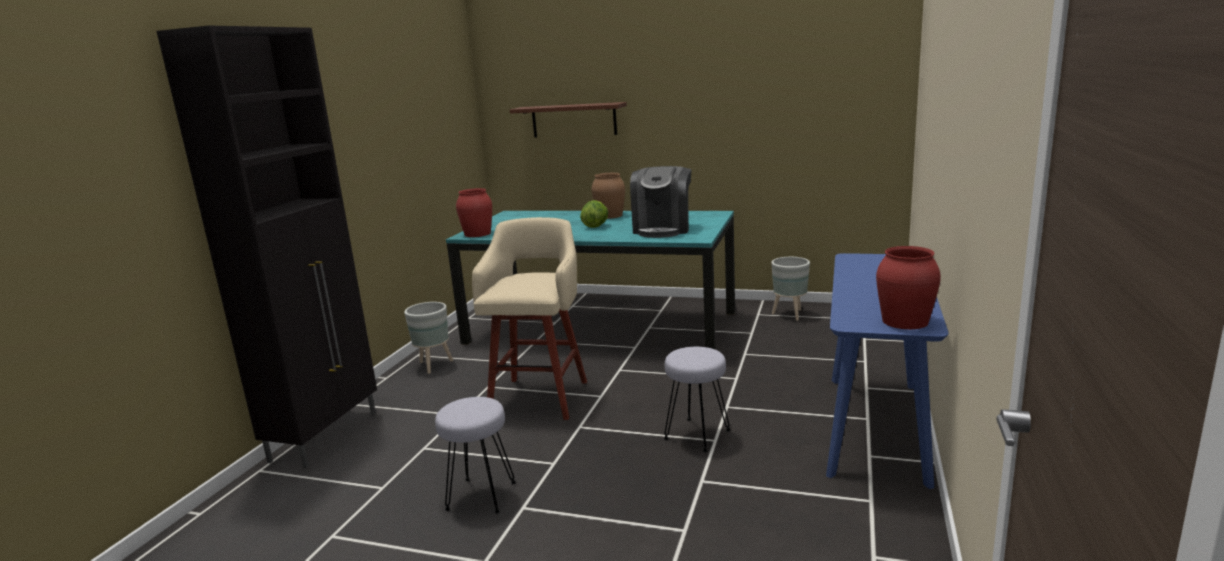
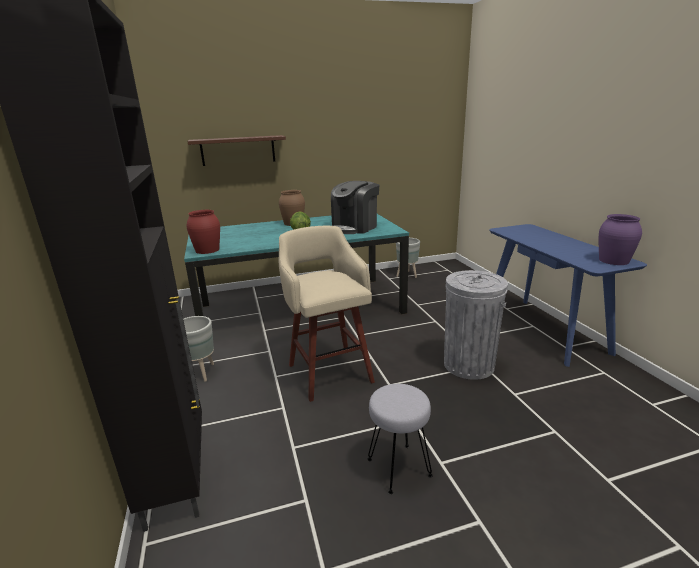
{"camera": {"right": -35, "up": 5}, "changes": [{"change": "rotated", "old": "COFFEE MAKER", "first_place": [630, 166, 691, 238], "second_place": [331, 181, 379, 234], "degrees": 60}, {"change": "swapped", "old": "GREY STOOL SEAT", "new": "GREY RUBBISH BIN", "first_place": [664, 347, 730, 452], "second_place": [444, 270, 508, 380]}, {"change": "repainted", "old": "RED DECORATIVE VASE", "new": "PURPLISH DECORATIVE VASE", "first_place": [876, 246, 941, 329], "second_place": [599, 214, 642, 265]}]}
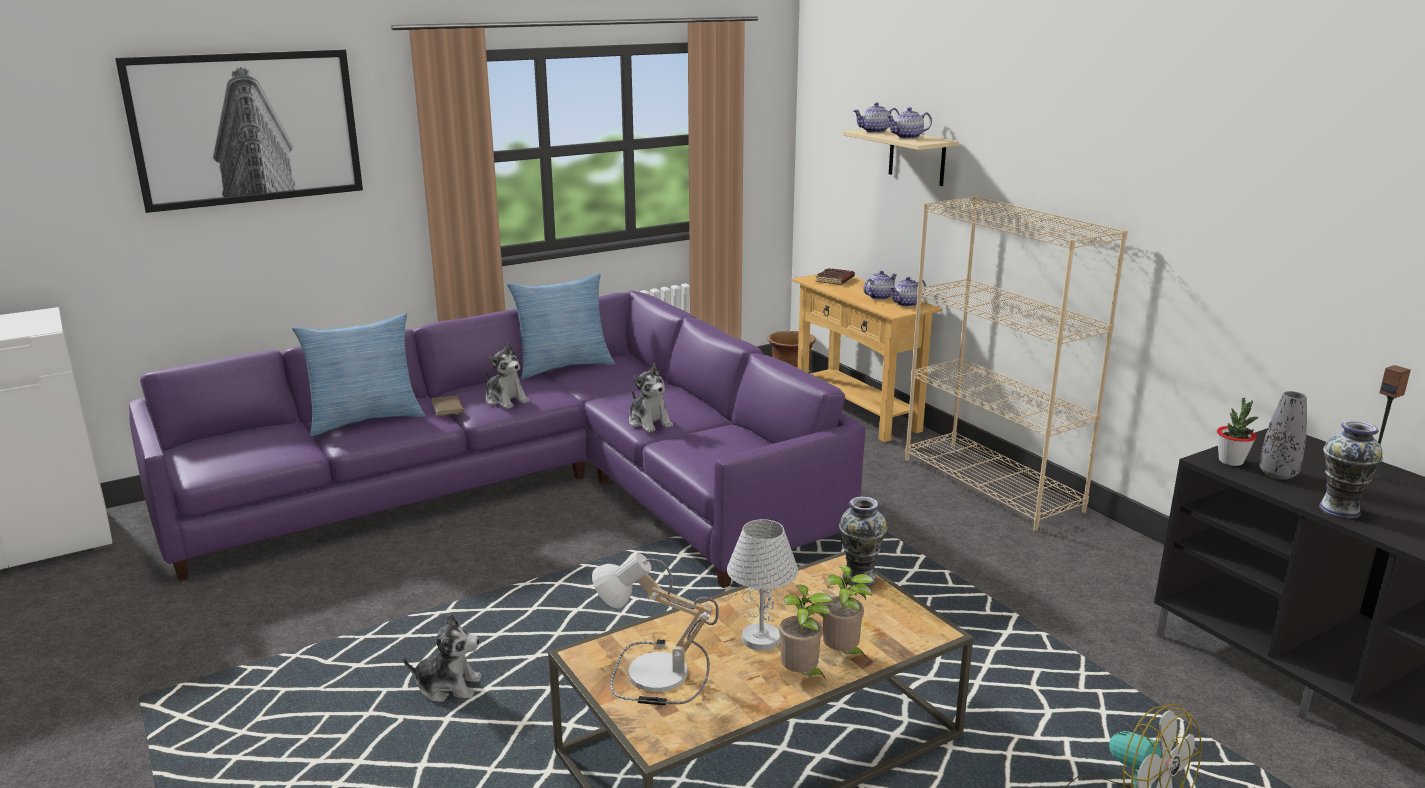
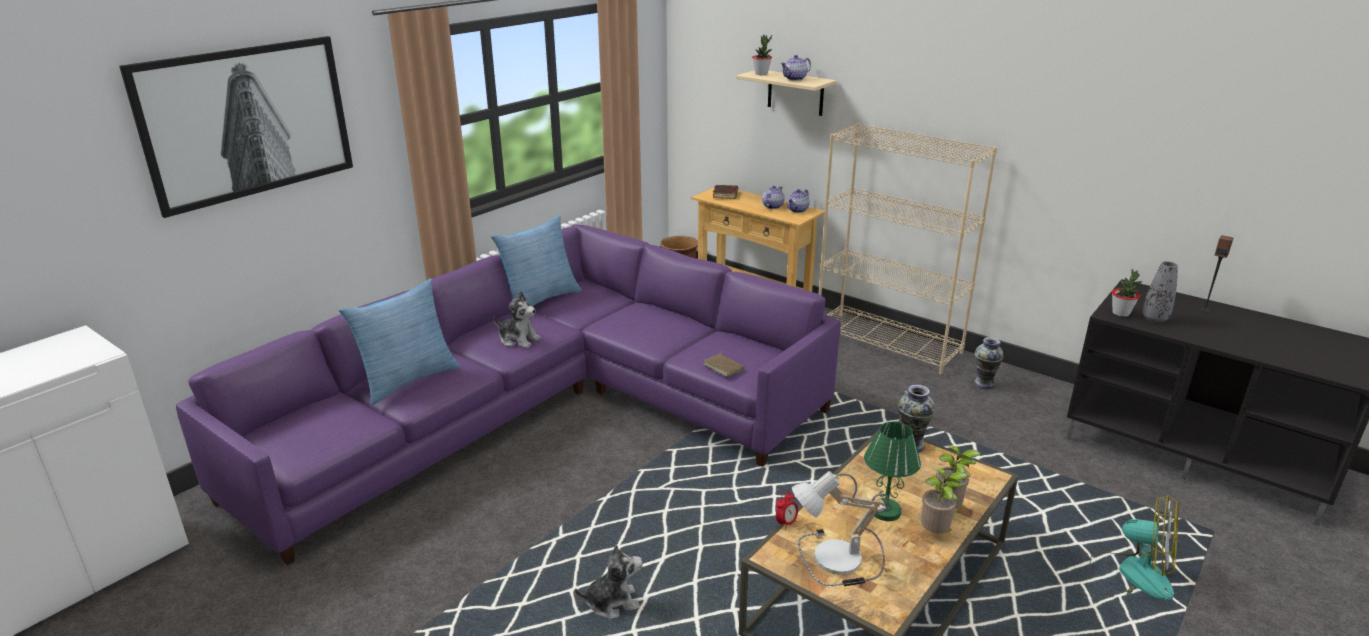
{"camera": {"right": -20, "up": 5}, "changes": [{"change": "shifted", "old": "BROWNISH BOOK", "first_place": [432, 394, 464, 416], "second_place": [704, 352, 744, 377]}, {"change": "swapped", "old": "POT FOR TEA", "new": "PLANT IN A POT", "first_place": [853, 103, 900, 133], "second_place": [752, 35, 772, 75]}, {"change": "new", "new": "ALARM CLOCK", "second_place": [776, 491, 798, 530]}, {"change": "repainted", "old": "WHITISH TABLE LAMP", "new": "GREEN TABLE LAMP", "first_place": [727, 519, 798, 651], "second_place": [864, 422, 921, 521]}, {"change": "shifted", "old": "DECORATIVE VASE", "first_place": [1319, 420, 1383, 519], "second_place": [974, 337, 1004, 390]}, {"change": "gone", "old": "SOFT TOY", "first_place": [629, 363, 673, 433]}]}
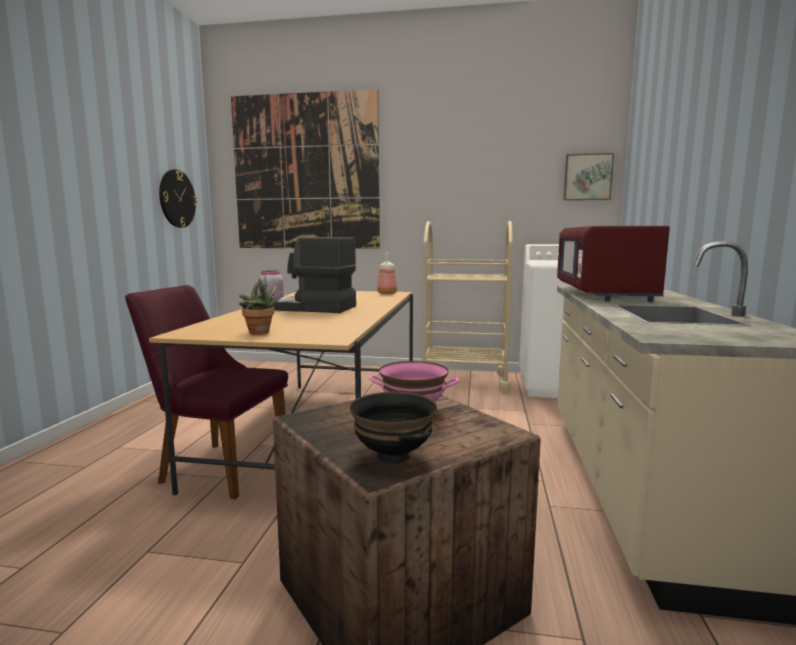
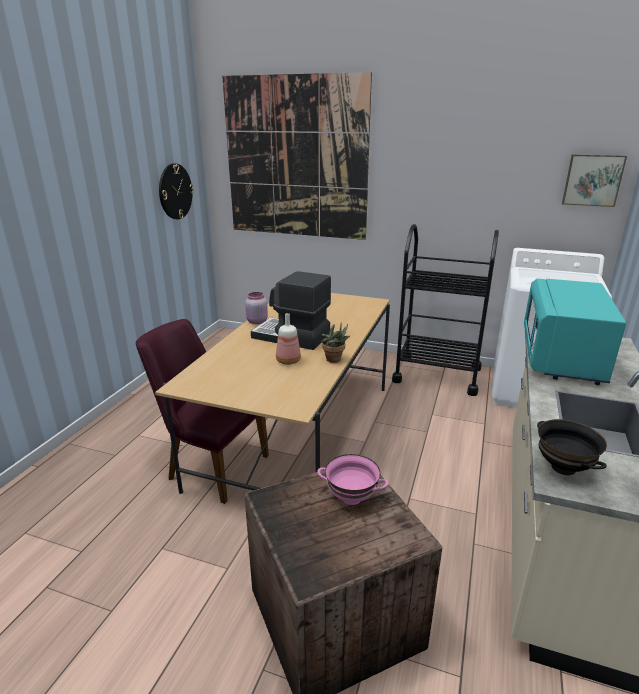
{"camera": {"right": 10, "up": 15}, "changes": [{"change": "shifted", "old": "DRINK BOTTLE", "first_place": [377, 252, 397, 294], "second_place": [276, 313, 301, 365]}, {"change": "shifted", "old": "PLANT IN A POT", "first_place": [239, 276, 281, 335], "second_place": [321, 324, 351, 363]}, {"change": "repainted", "old": "BEIGE-COLOURED CART", "new": "BLACK CART", "first_place": [422, 221, 513, 392], "second_place": [392, 224, 499, 396]}, {"change": "repainted", "old": "RED KITCHEN MICROWAVE", "new": "BLUE-GREEN KITCHEN MICROWAVE", "first_place": [557, 226, 670, 302], "second_place": [524, 278, 626, 385]}, {"change": "shifted", "old": "BLACK DEEP DISH", "first_place": [349, 392, 437, 464], "second_place": [537, 419, 607, 475]}]}
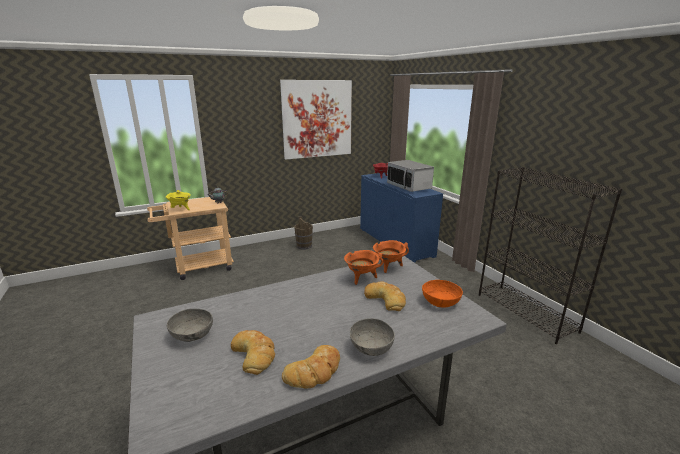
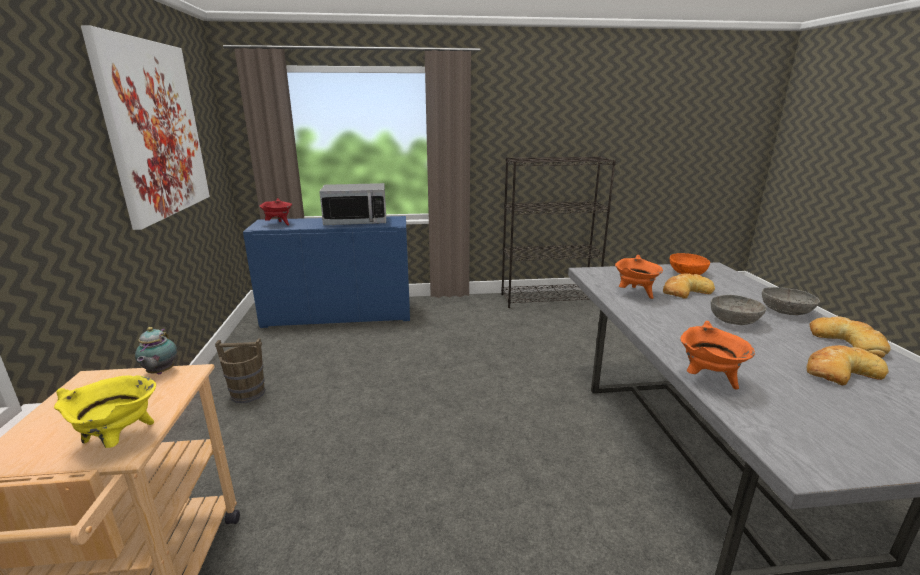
{"camera": {"right": -70, "up": 0}, "changes": [{"change": "shifted", "old": "ORANGEY STOCKPOT", "first_place": [373, 240, 409, 273], "second_place": [680, 321, 755, 389]}, {"change": "shifted", "old": "GREY DEEP DISH", "first_place": [167, 309, 213, 342], "second_place": [711, 295, 767, 325]}]}
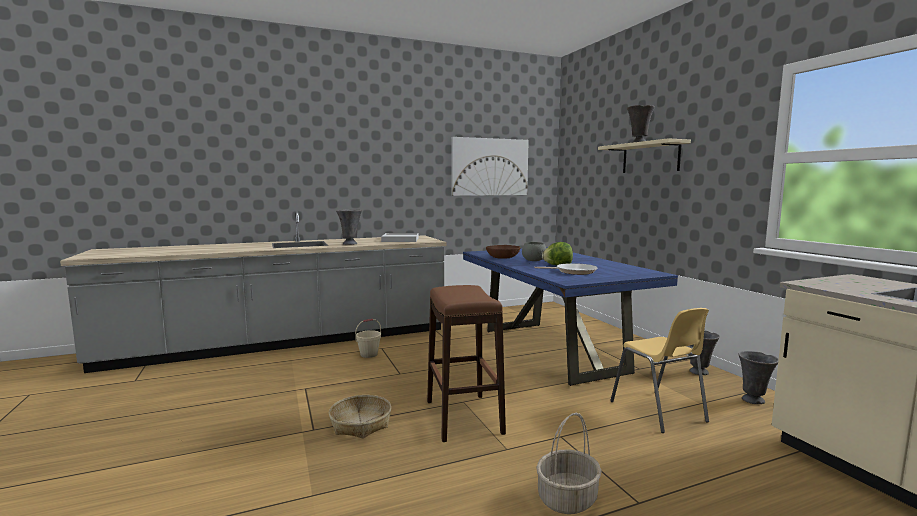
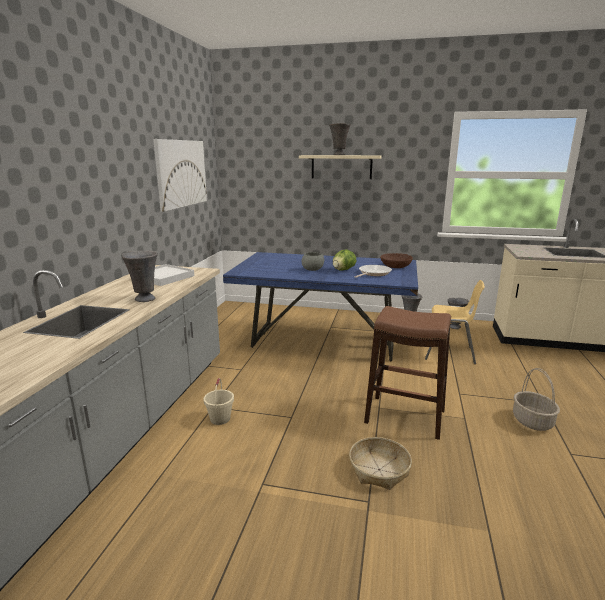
{"camera": {"right": -55, "up": 10}, "changes": [{"change": "shifted", "old": "BROWNISH DEEP DISH", "first_place": [486, 245, 520, 259], "second_place": [380, 253, 413, 268]}]}
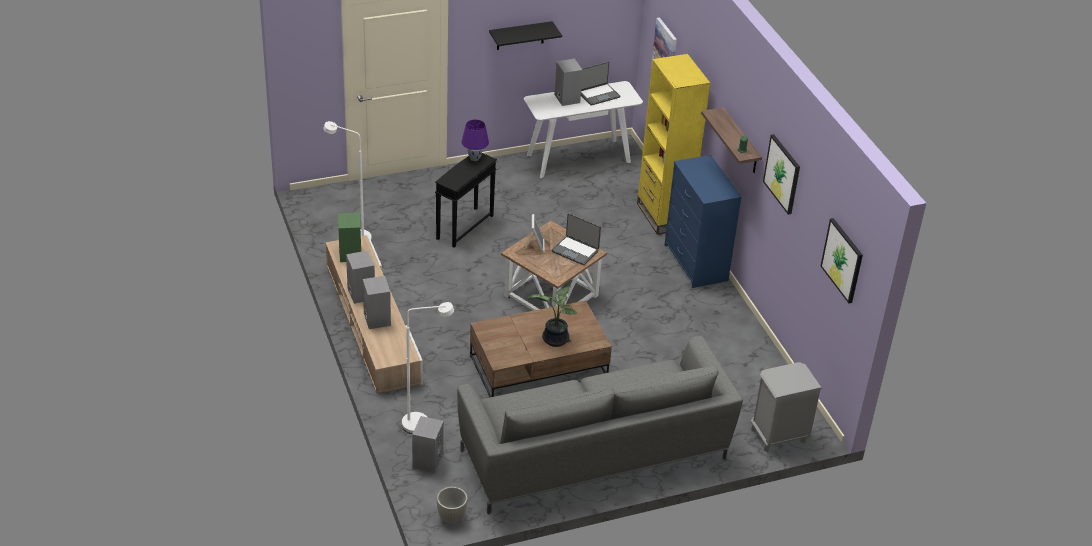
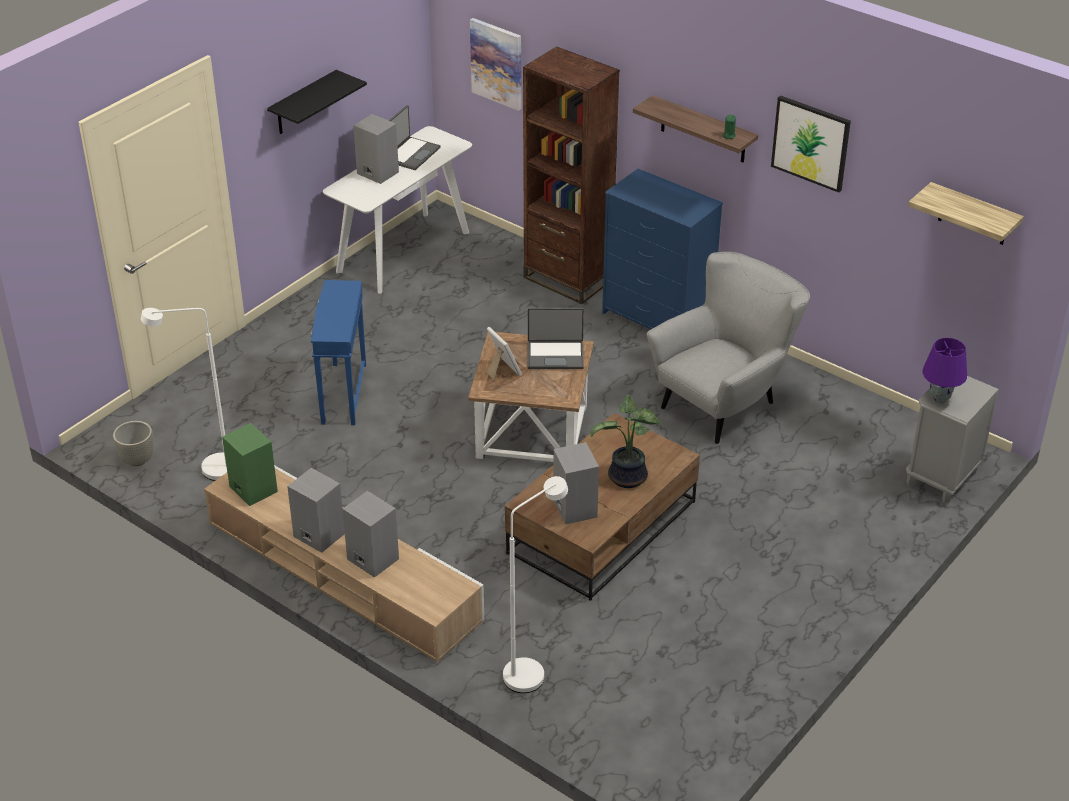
{"camera": {"right": -30, "up": 0}, "changes": [{"change": "shifted", "old": "GREY PLANTER", "first_place": [437, 487, 468, 523], "second_place": [113, 421, 154, 466]}, {"change": "repainted", "old": "BLACK ACCENT TABLE", "new": "BLUE ACCENT TABLE", "first_place": [435, 153, 497, 248], "second_place": [311, 280, 366, 425]}, {"change": "repainted", "old": "YELLOW BOOKSHELF", "new": "BROWNISH BOOKSHELF", "first_place": [637, 54, 710, 235], "second_place": [523, 46, 620, 304]}, {"change": "shifted", "old": "GREY AUDIO SPEAKER", "first_place": [412, 416, 444, 473], "second_place": [553, 442, 599, 525]}, {"change": "new", "new": "GREY LOUNGE CHAIR", "second_place": [647, 252, 810, 444]}, {"change": "swapped", "old": "PICTURE", "new": "SHELF", "first_place": [821, 218, 863, 303], "second_place": [908, 182, 1024, 245]}, {"change": "shifted", "old": "PURPLISH TABLE LAMP", "first_place": [462, 119, 489, 161], "second_place": [922, 338, 967, 403]}, {"change": "gone", "old": "GREY COUCH", "first_place": [457, 335, 743, 514]}]}
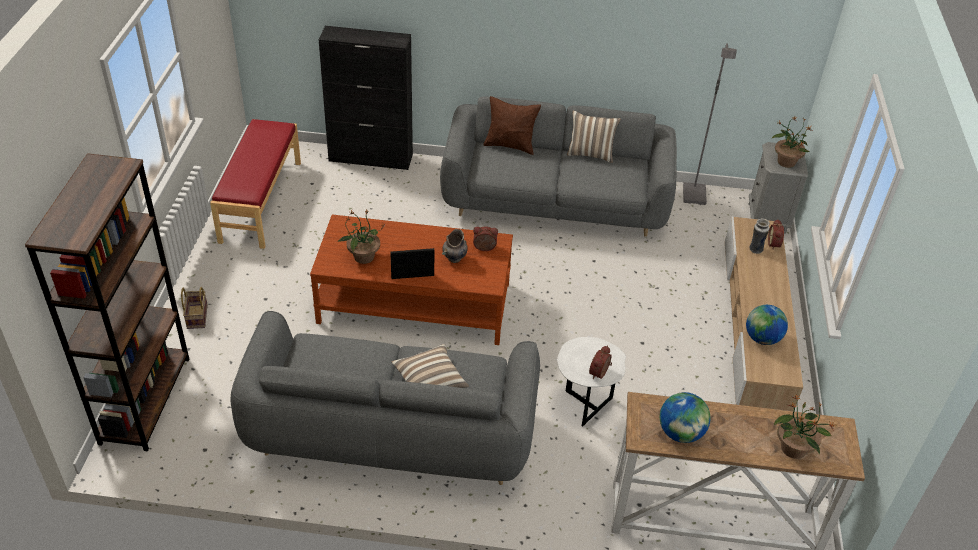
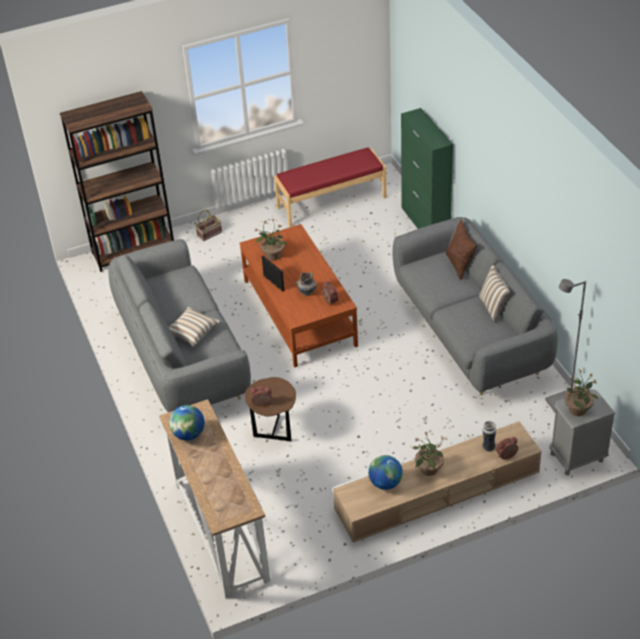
{"camera": {"right": 65, "up": 0}, "changes": [{"change": "repainted", "old": "WHITISH ACCENT TABLE", "new": "BROWNISH ACCENT TABLE", "first_place": [557, 337, 626, 427], "second_place": [245, 377, 296, 442]}, {"change": "repainted", "old": "BLACK CUPBOARD", "new": "GREEN CUPBOARD", "first_place": [319, 26, 413, 170], "second_place": [401, 108, 453, 229]}, {"change": "shifted", "old": "PLANT IN A POT", "first_place": [774, 394, 835, 459], "second_place": [413, 431, 445, 476]}]}
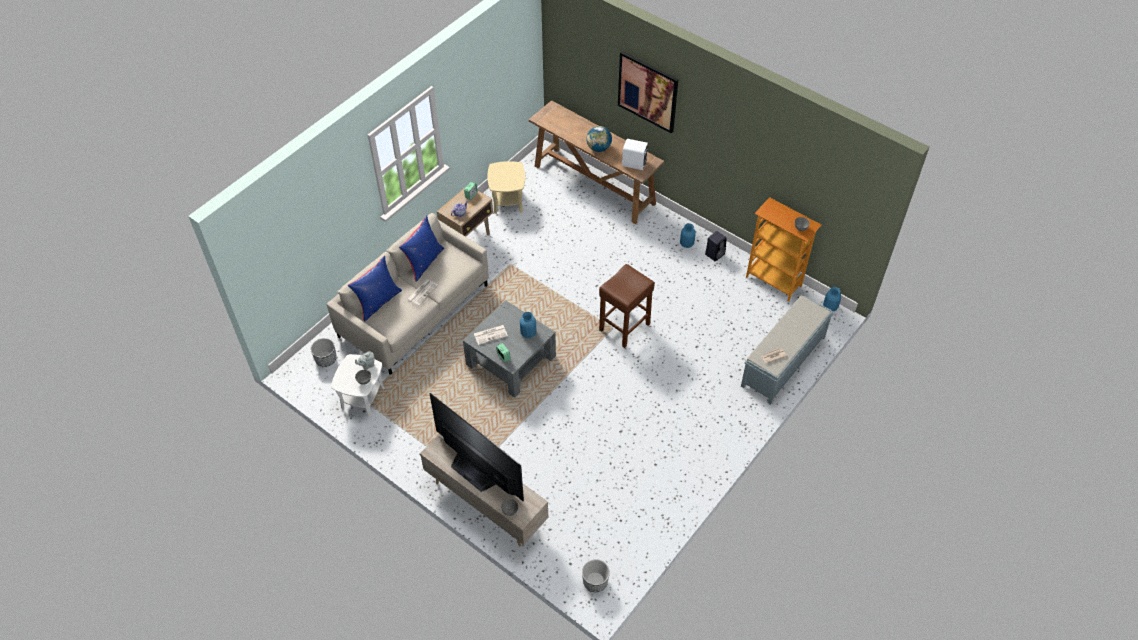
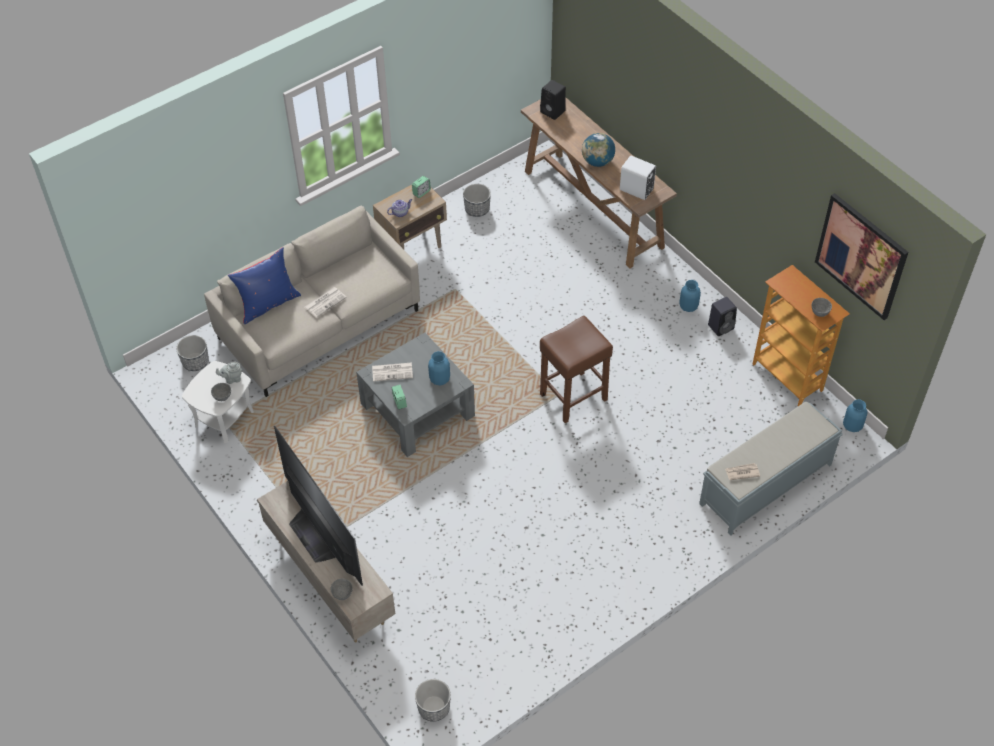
{"camera": {"right": 15, "up": 0}, "changes": [{"change": "swapped", "old": "BEIGE-COLOURED ACCENT TABLE", "new": "PLANTER", "first_place": [487, 161, 525, 214], "second_place": [463, 184, 491, 217]}, {"change": "new", "new": "BLACK AUDIO SPEAKER", "second_place": [540, 80, 566, 120]}, {"change": "shifted", "old": "PICTURE", "first_place": [618, 51, 679, 134], "second_place": [815, 193, 908, 320]}, {"change": "gone", "old": "BLUE PILLOW", "first_place": [399, 215, 444, 282]}]}
